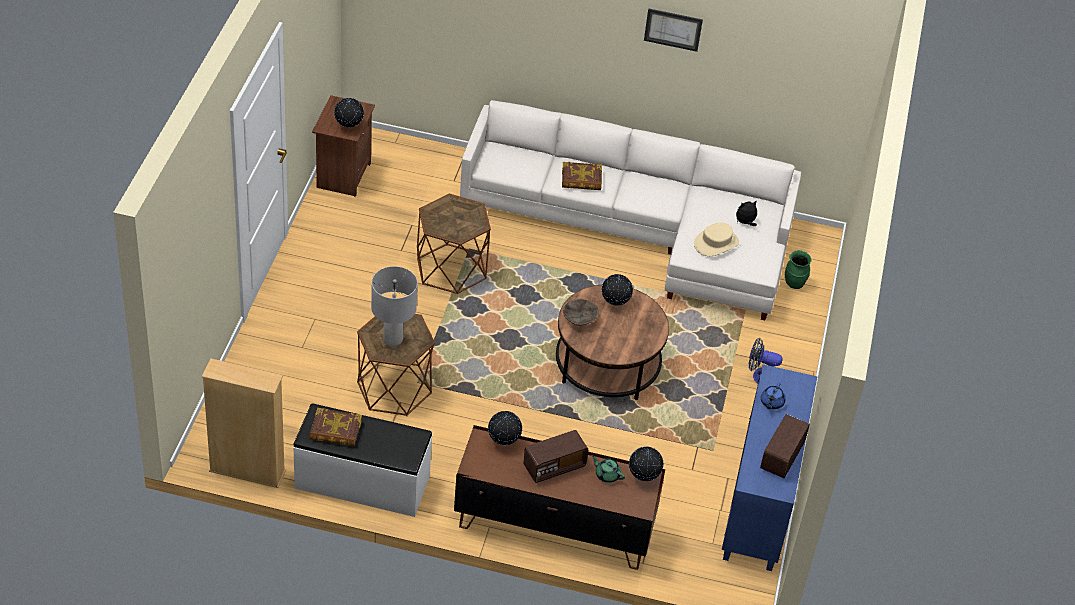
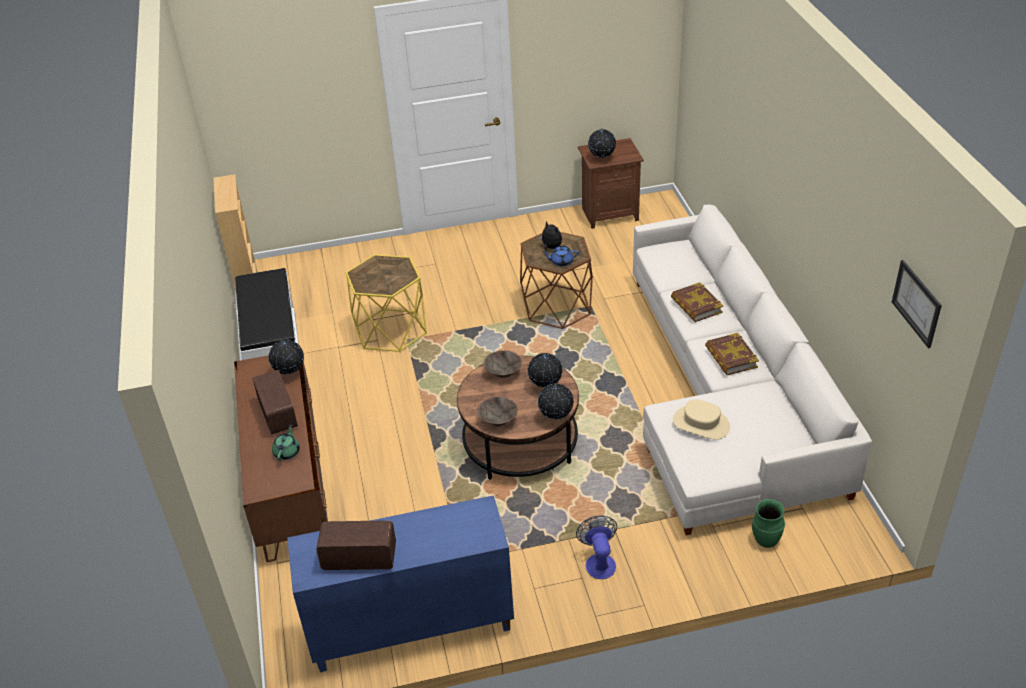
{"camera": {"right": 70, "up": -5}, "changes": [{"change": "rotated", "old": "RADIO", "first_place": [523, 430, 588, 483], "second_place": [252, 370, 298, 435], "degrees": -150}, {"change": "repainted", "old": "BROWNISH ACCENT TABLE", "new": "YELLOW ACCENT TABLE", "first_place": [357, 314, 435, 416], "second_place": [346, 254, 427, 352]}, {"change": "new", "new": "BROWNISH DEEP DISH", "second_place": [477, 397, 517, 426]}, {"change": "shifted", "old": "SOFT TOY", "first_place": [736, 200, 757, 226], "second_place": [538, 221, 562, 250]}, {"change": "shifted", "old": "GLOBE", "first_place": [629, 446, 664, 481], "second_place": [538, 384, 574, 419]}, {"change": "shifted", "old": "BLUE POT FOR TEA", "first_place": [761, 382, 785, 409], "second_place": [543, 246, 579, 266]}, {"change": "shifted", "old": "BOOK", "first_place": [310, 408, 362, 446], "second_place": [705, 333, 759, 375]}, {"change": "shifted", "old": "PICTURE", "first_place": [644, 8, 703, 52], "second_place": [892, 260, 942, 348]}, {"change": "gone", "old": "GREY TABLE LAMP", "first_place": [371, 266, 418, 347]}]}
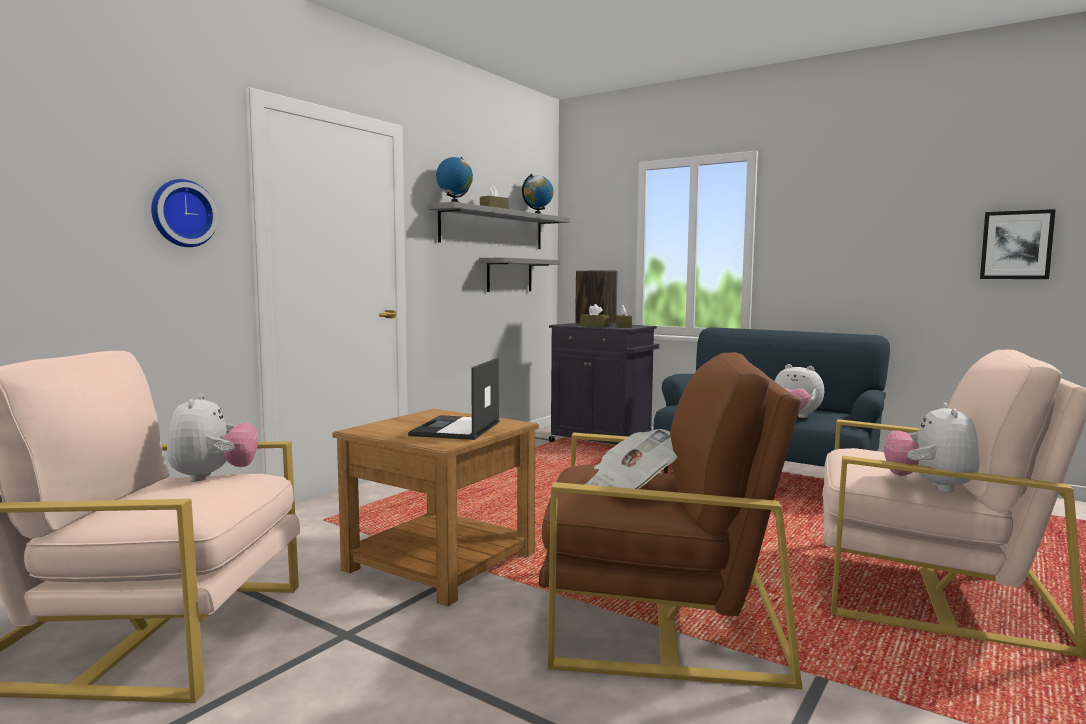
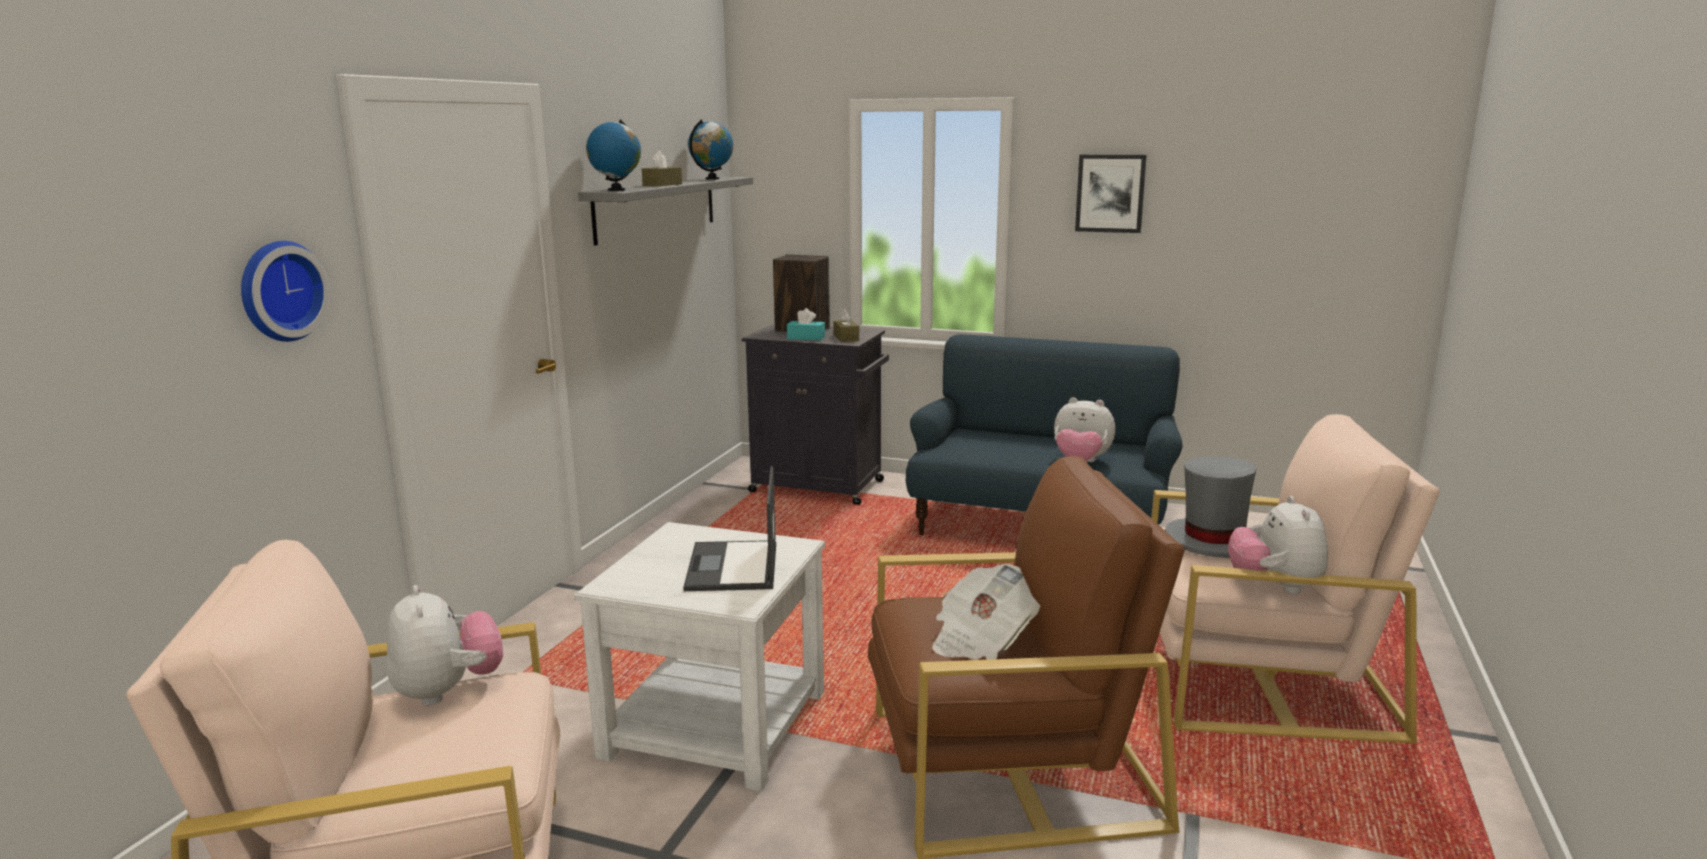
{"camera": {"right": -15, "up": 10}, "changes": [{"change": "repainted", "old": "BROWNISH ACCENT TABLE", "new": "WHITISH ACCENT TABLE", "first_place": [332, 409, 539, 606], "second_place": [574, 522, 825, 792]}, {"change": "repainted", "old": "BROWNISH TISSUE BOX", "new": "BLUE-GREEN TISSUE BOX", "first_place": [580, 304, 609, 327], "second_place": [787, 308, 825, 341]}, {"change": "shifted", "old": "PICTURE", "first_place": [980, 209, 1056, 279], "second_place": [1075, 154, 1147, 233]}, {"change": "new", "new": "GREY HAT", "second_place": [1165, 457, 1256, 558]}, {"change": "gone", "old": "GREY SHELF", "first_place": [479, 257, 560, 292]}]}
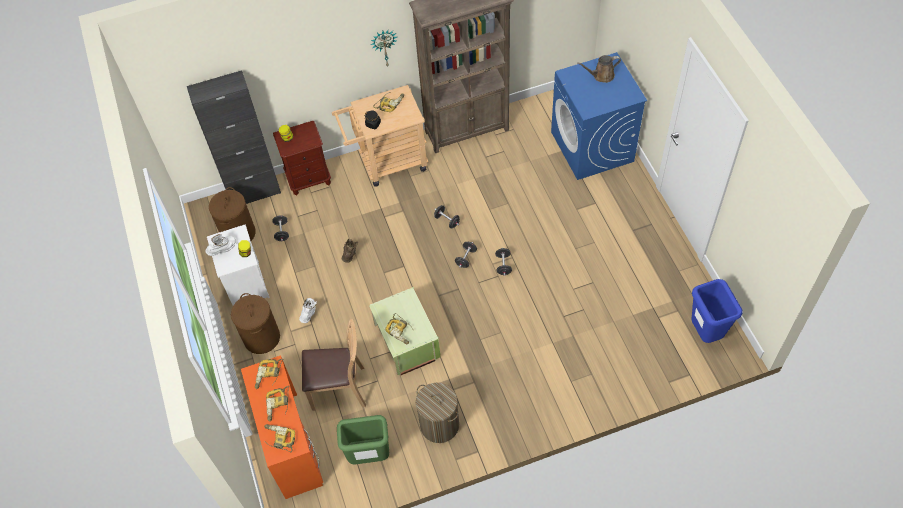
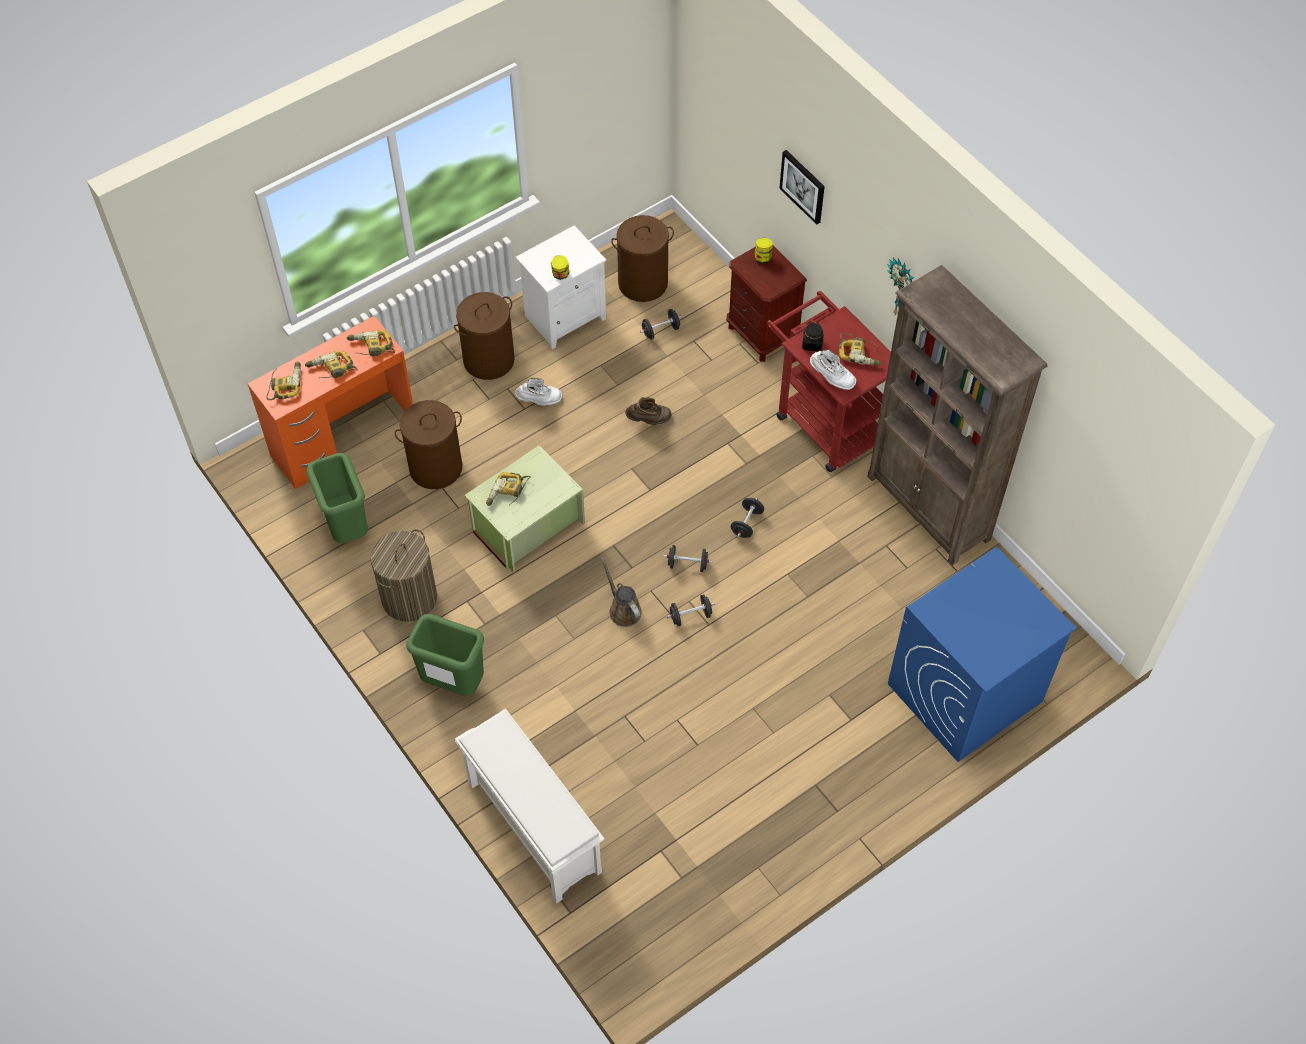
{"camera": {"right": 70, "up": 0}, "changes": [{"change": "swapped", "old": "BROWNISH PLAIN CHAIR", "new": "BROWNISH HAMPER", "first_place": [302, 319, 366, 411], "second_place": [394, 400, 462, 489]}, {"change": "new", "new": "GREEN RUBBISH BIN", "second_place": [406, 614, 484, 696]}, {"change": "new", "new": "WHITISH SHOE RACK", "second_place": [455, 709, 605, 903]}, {"change": "shifted", "old": "BROWNISH WATERING CAN", "first_place": [577, 55, 621, 83], "second_place": [600, 556, 641, 627]}, {"change": "repainted", "old": "BEIGE-COLOURED CART", "new": "RED CART", "first_place": [332, 85, 428, 187], "second_place": [767, 291, 891, 472]}, {"change": "new", "new": "PICTURE", "second_place": [779, 150, 825, 225]}, {"change": "shifted", "old": "WHITISH BOOT", "first_place": [205, 234, 237, 256], "second_place": [810, 349, 856, 390]}, {"change": "gone", "old": "BLACK CUPBOARD", "first_place": [187, 70, 281, 204]}, {"change": "gone", "old": "BLUE RUBBISH BIN", "first_place": [691, 279, 743, 343]}]}
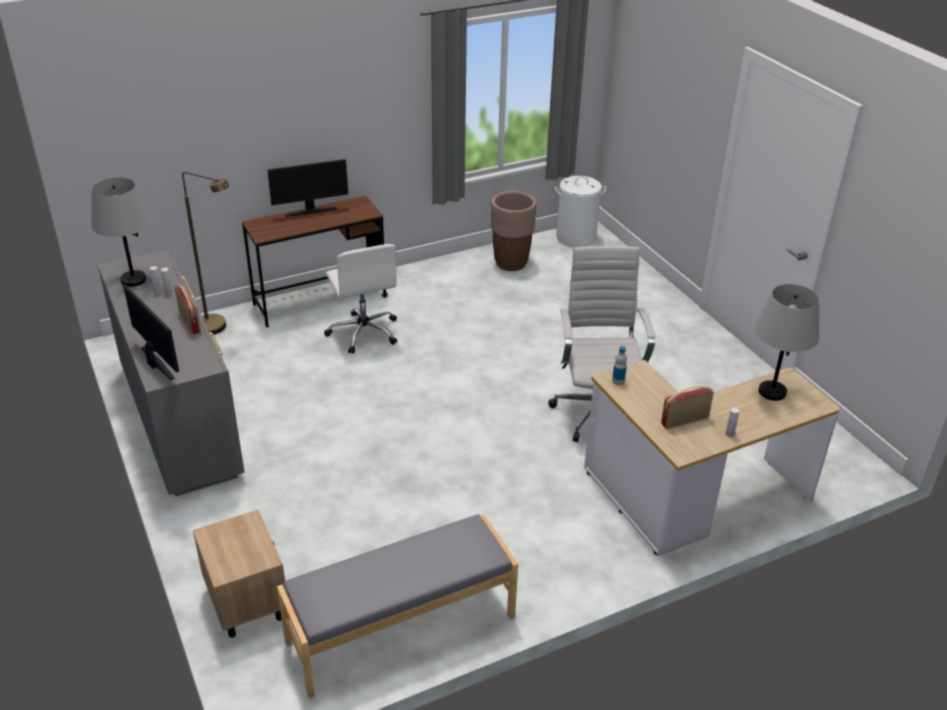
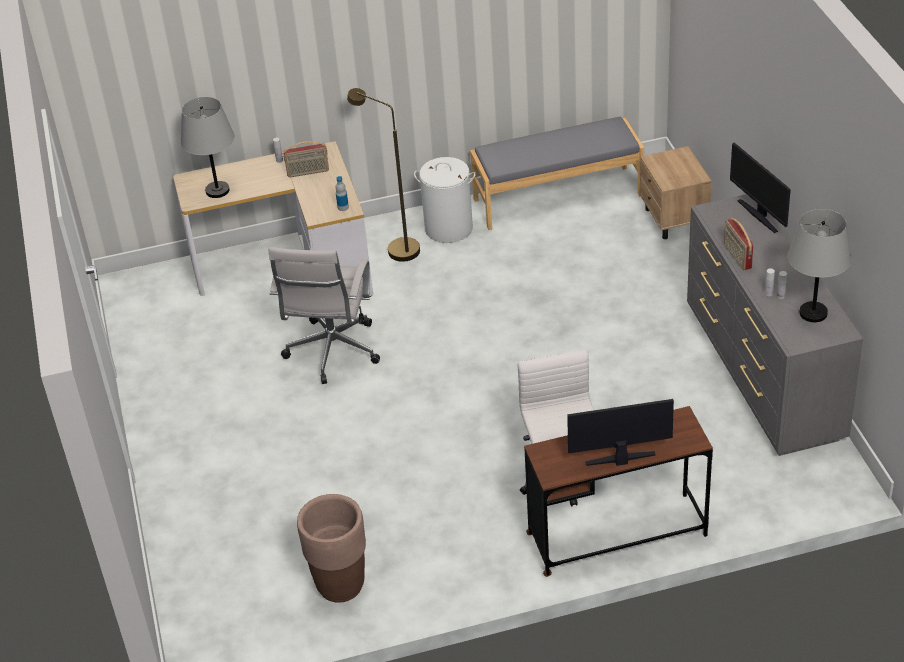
{"camera": {"right": -165, "up": 5}, "changes": [{"change": "shifted", "old": "BROWNISH STANDARD LAMP", "first_place": [182, 172, 229, 335], "second_place": [347, 88, 420, 262]}, {"change": "shifted", "old": "WHITISH HAMPER", "first_place": [555, 176, 606, 247], "second_place": [414, 157, 476, 243]}]}
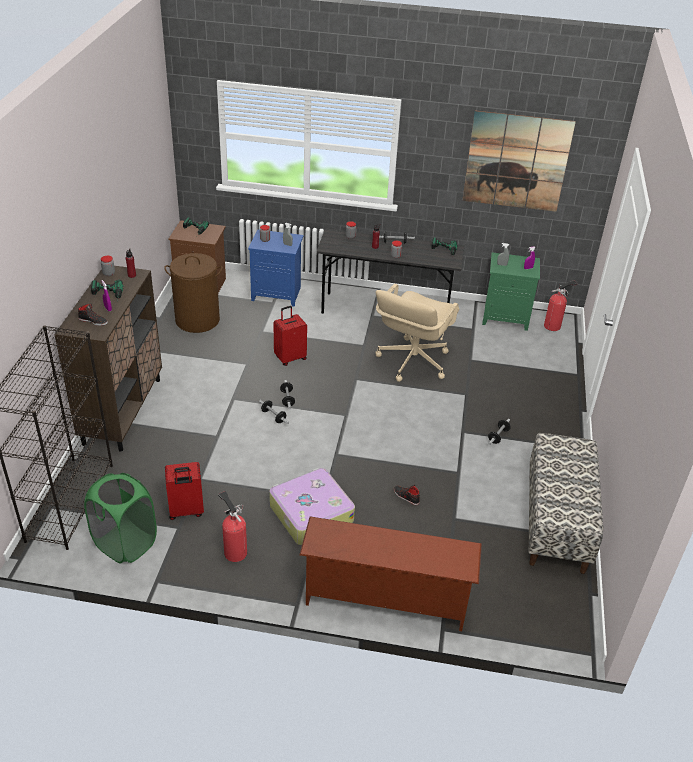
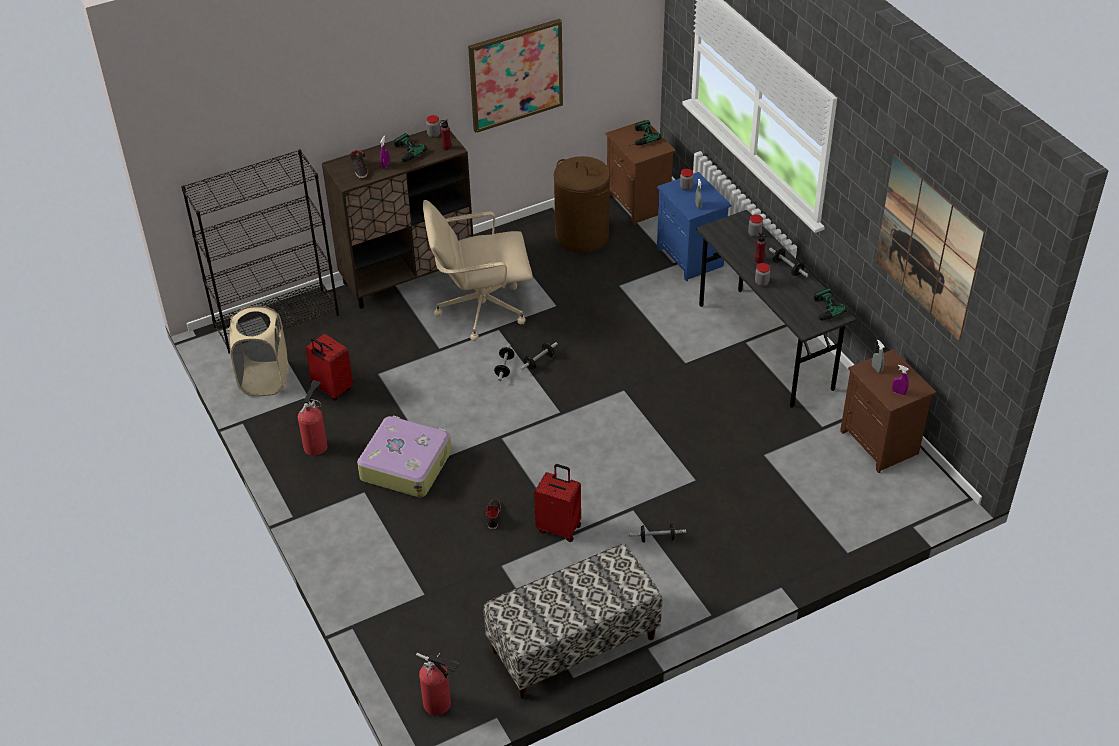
{"camera": {"right": 55, "up": 5}, "changes": [{"change": "repainted", "old": "GREEN HAMPER", "new": "BEIGE-COLOURED HAMPER", "first_place": [84, 473, 157, 563], "second_place": [228, 306, 288, 396]}, {"change": "shifted", "old": "EXTINGUISHER", "first_place": [544, 280, 578, 331], "second_place": [416, 653, 459, 715]}, {"change": "shifted", "old": "BEIGE-COLOURED OFFICE CHAIR", "first_place": [375, 284, 459, 382], "second_place": [423, 200, 533, 341]}, {"change": "new", "new": "PICTURE", "second_place": [468, 19, 563, 133]}, {"change": "shifted", "old": "RED SUITCASE", "first_place": [273, 306, 307, 366], "second_place": [534, 464, 581, 542]}, {"change": "repainted", "old": "GREEN BEDSIDE TABLE", "new": "BROWNISH BEDSIDE TABLE", "first_place": [482, 252, 540, 331], "second_place": [840, 349, 936, 473]}, {"change": "gone", "old": "BROWNISH SHOE RACK", "first_place": [299, 517, 482, 631]}]}
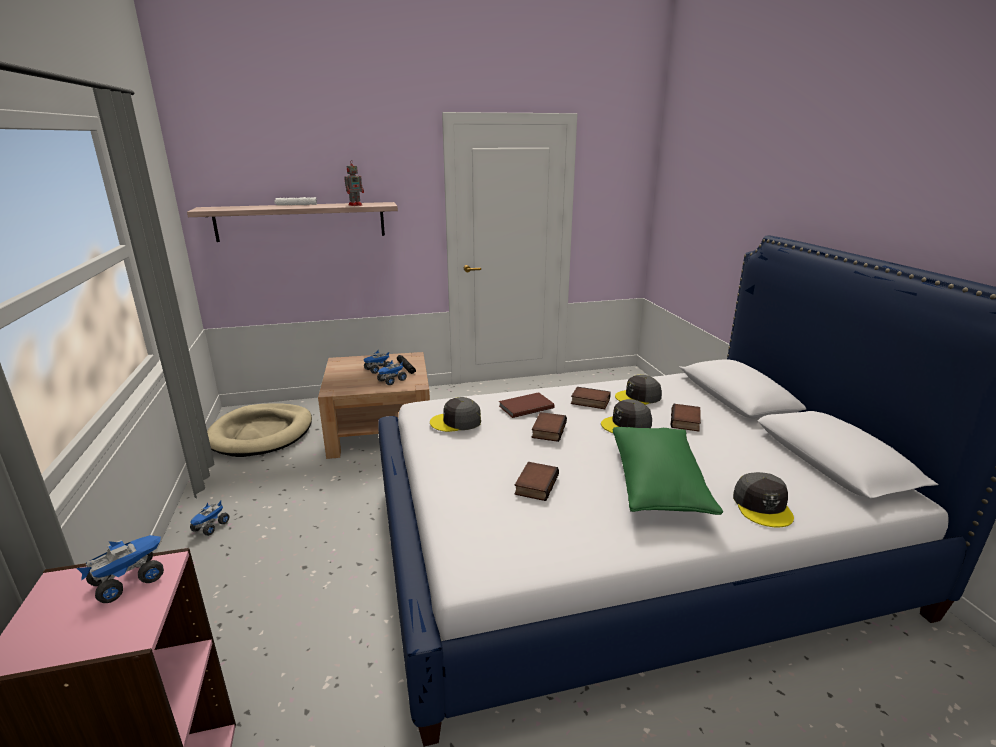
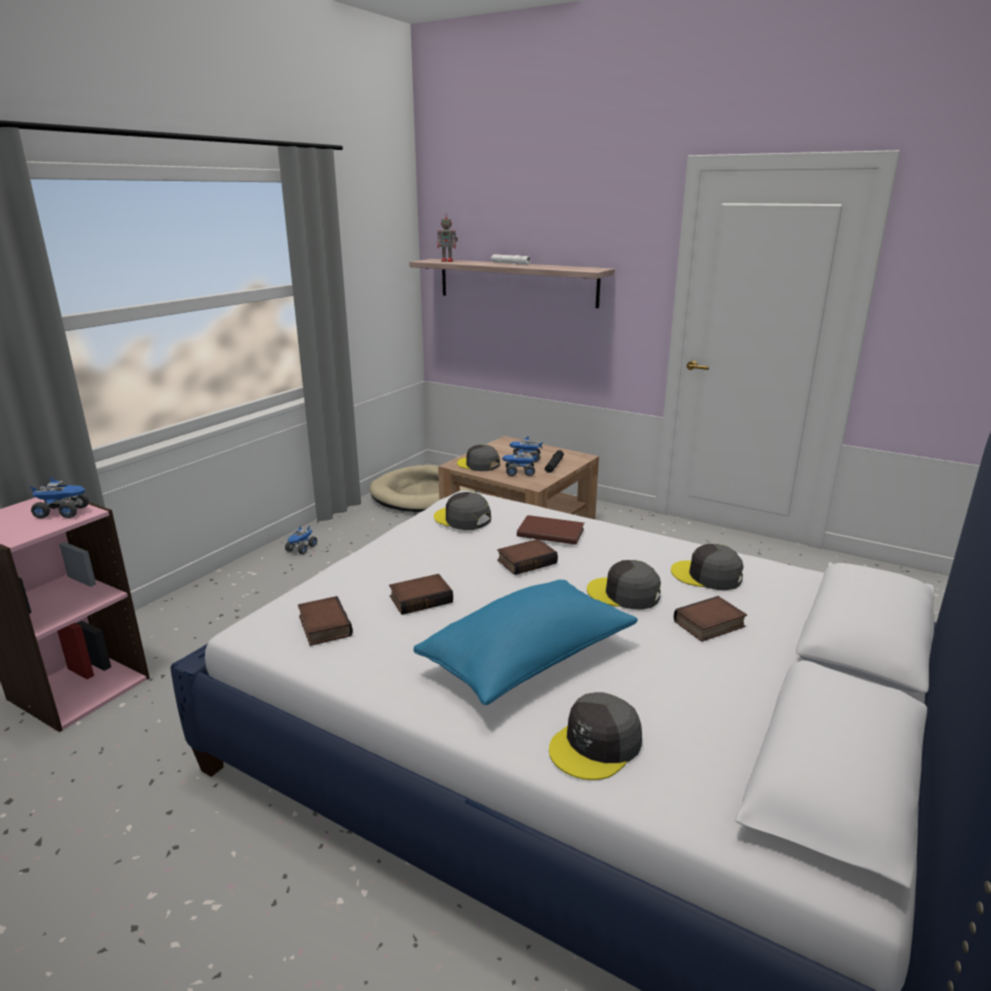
{"camera": {"right": 45, "up": 0}, "changes": [{"change": "rotated", "old": "TOY LORRY", "first_place": [190, 501, 229, 536], "second_place": [285, 525, 317, 554], "degrees": -45}, {"change": "shifted", "old": "BOOK", "first_place": [571, 387, 611, 409], "second_place": [298, 596, 353, 646]}, {"change": "repainted", "old": "GREEN PILLOW", "new": "BLUE PILLOW", "first_place": [613, 427, 723, 515], "second_place": [413, 580, 638, 705]}, {"change": "shifted", "old": "TOY ROBOT", "first_place": [344, 160, 364, 206], "second_place": [437, 213, 458, 262]}, {"change": "new", "new": "GREY BASEBALL CAP", "second_place": [457, 445, 500, 471]}]}
